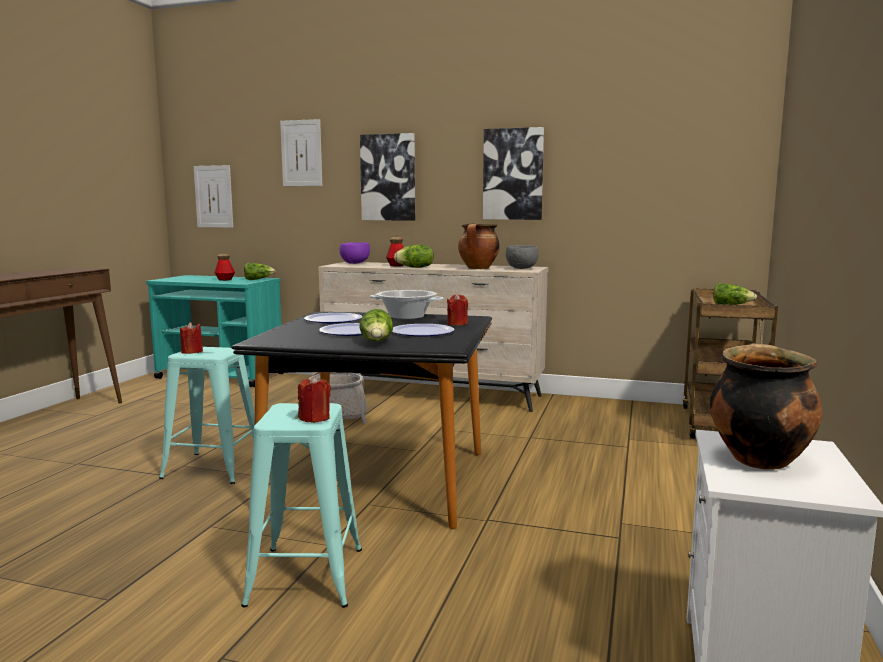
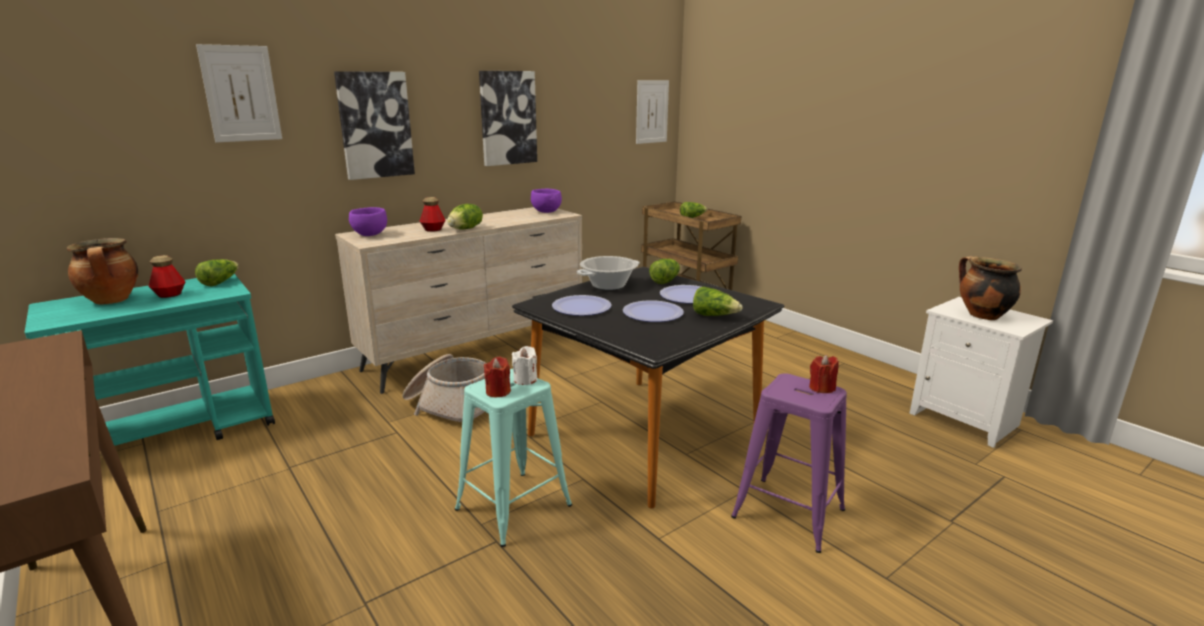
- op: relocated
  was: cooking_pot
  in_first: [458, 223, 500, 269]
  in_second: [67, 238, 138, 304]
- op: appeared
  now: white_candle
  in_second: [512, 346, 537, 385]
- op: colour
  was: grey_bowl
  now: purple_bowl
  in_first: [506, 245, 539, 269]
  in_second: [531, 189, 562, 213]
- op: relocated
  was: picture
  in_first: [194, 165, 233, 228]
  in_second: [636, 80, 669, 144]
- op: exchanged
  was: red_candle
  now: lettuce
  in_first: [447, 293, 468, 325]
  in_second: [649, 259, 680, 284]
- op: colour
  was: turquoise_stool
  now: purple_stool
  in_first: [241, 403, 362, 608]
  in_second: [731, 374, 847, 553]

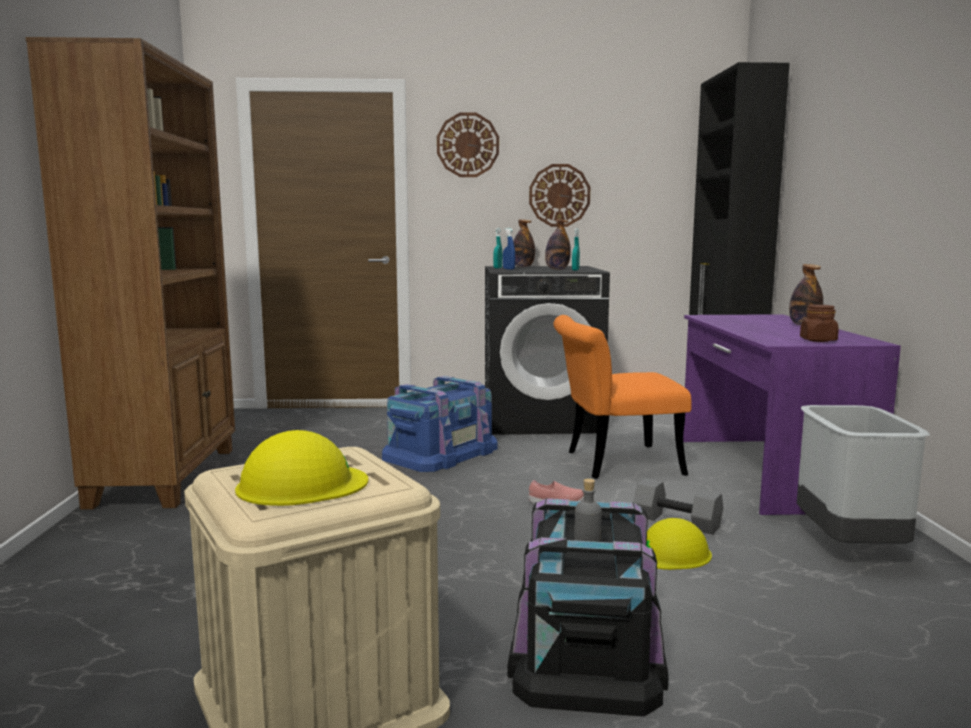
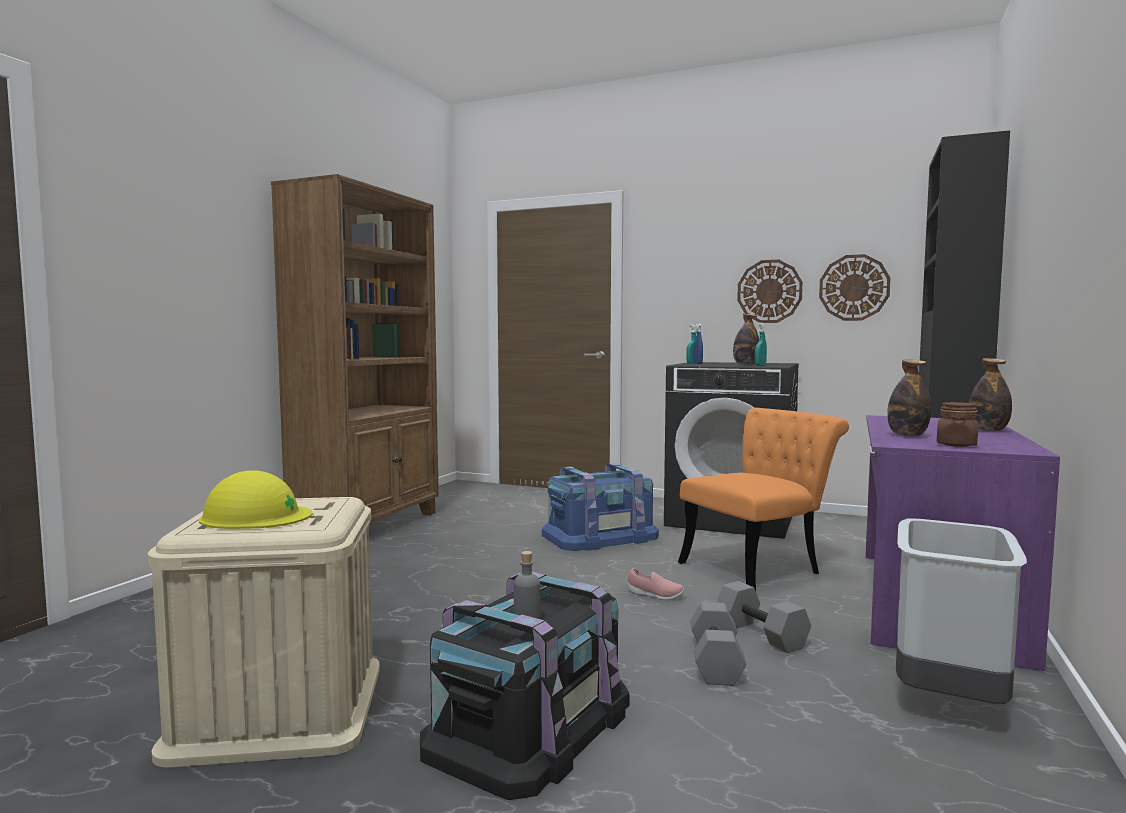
- op: spun
  was: orange_chair
  in_first: [554, 315, 691, 479]
  in_second: [678, 408, 849, 591]
  clockwise: 135
- op: exchanged
  was: yellow_hard_hat
  now: grey_dumbbell
  in_first: [647, 518, 712, 570]
  in_second: [691, 602, 746, 686]
- op: relocated
  was: wall_clock
  in_first: [437, 113, 499, 177]
  in_second: [819, 254, 891, 321]
- op: relocated
  was: bottle
  in_first: [513, 219, 535, 267]
  in_second: [887, 359, 931, 437]

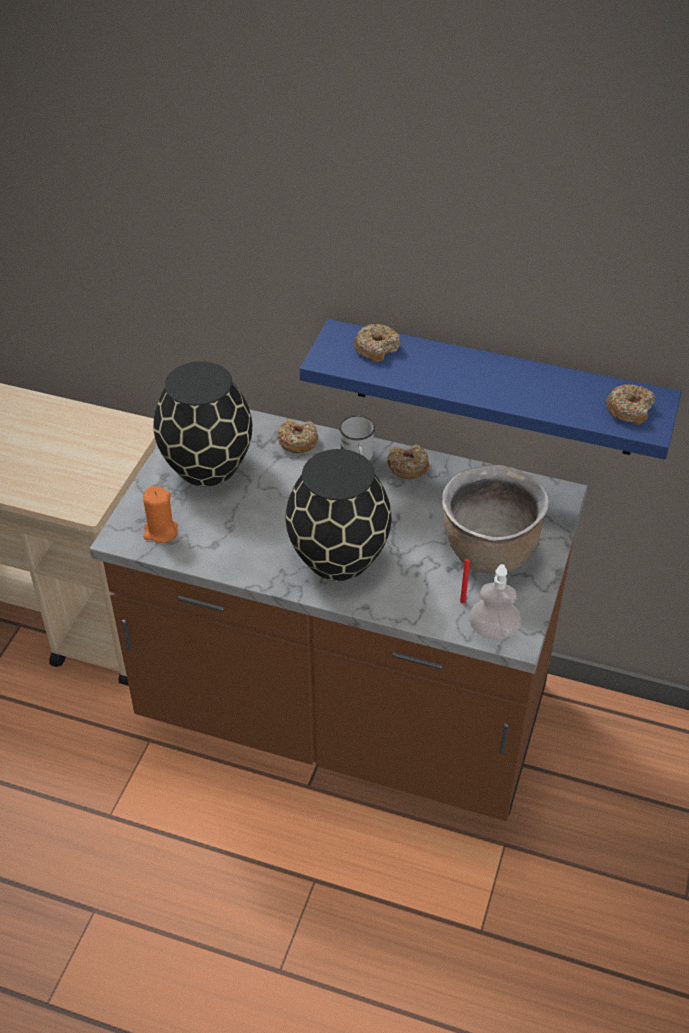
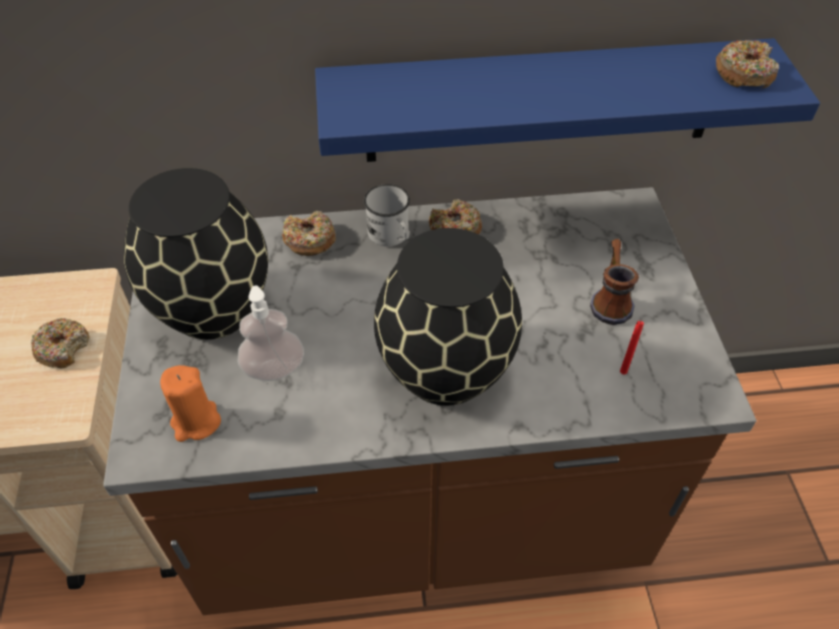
- op: relocated
  was: donut
  in_first: [354, 324, 400, 362]
  in_second: [31, 318, 90, 369]
- op: relocated
  was: soap_dispenser
  in_first: [469, 564, 521, 640]
  in_second: [237, 285, 304, 381]
- op: exchanged
  was: brown_cooking_pot
  now: mug
  in_first: [442, 465, 549, 574]
  in_second: [590, 239, 639, 325]

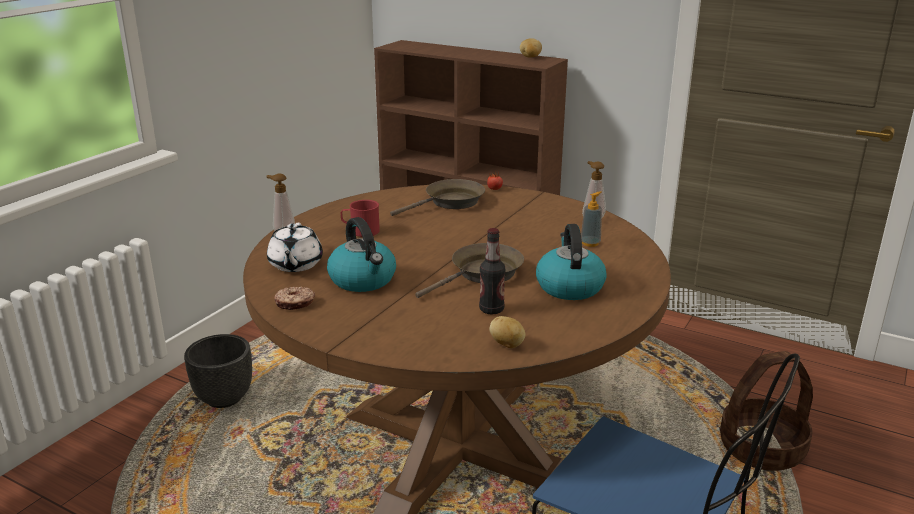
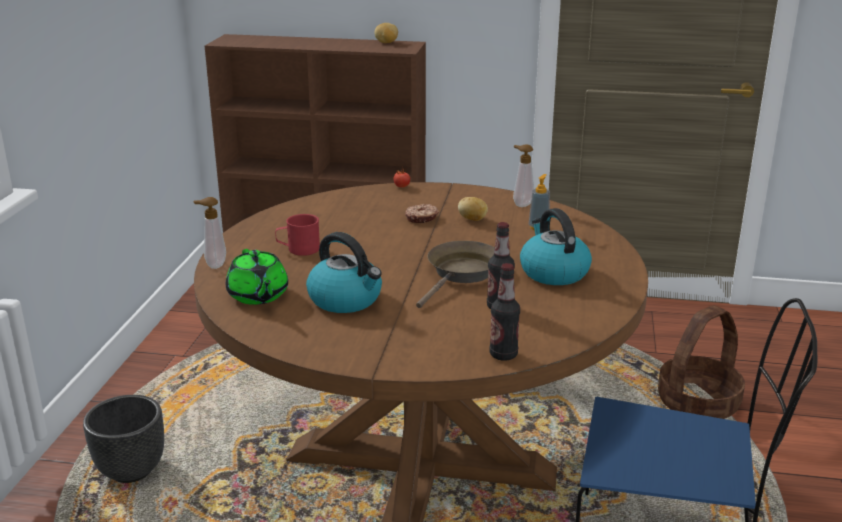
- op: colour
  was: white_teapot
  now: green_teapot
  in_first: [267, 223, 323, 272]
  in_second: [226, 249, 288, 305]
- op: relocated
  was: donut
  in_first: [275, 286, 315, 310]
  in_second: [405, 204, 439, 223]
- op: relocated
  was: potato
  in_first: [489, 316, 525, 348]
  in_second: [458, 197, 488, 221]
- op: appeared
  now: bottle
  in_second: [489, 263, 520, 361]
- op: missing
  was: brown_frying_pan
  in_first: [390, 179, 485, 216]

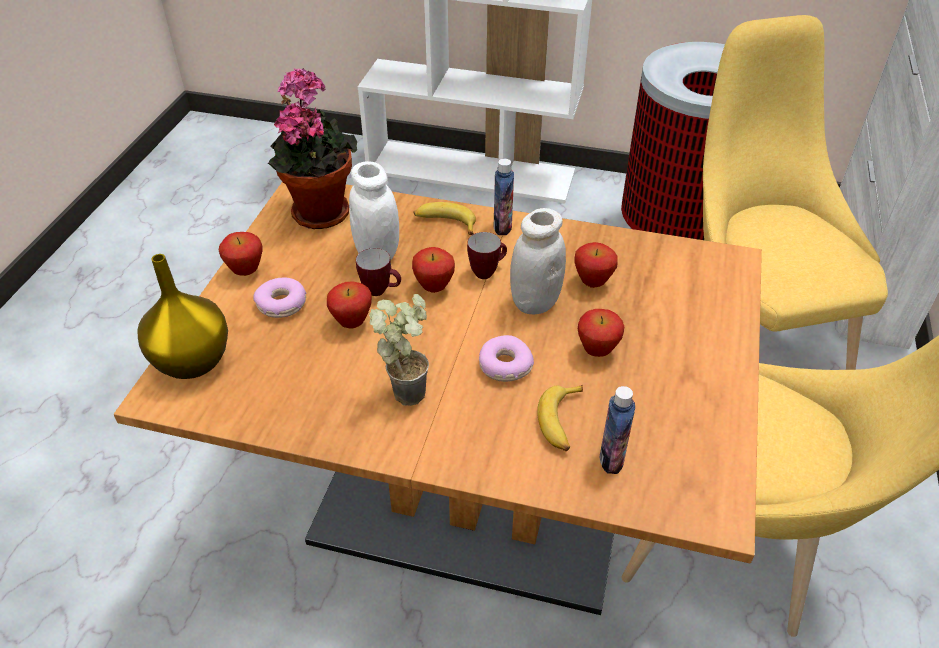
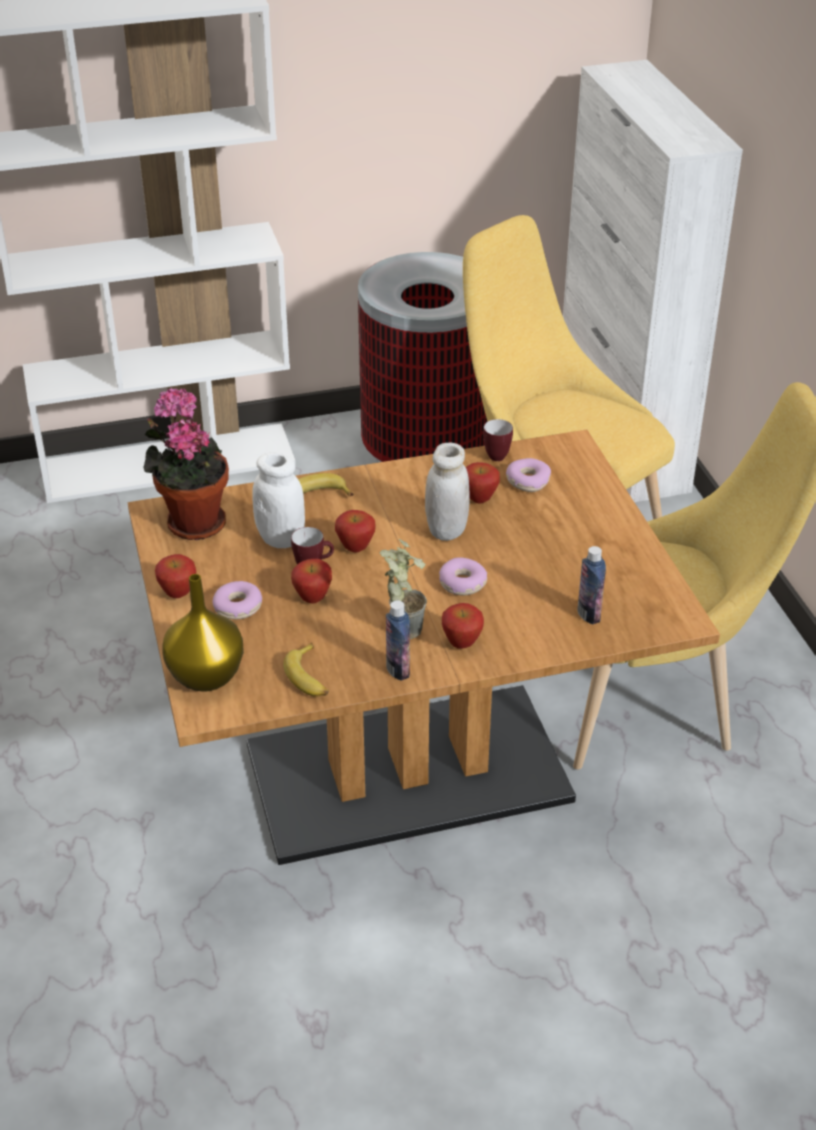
- op: relocated
  was: banana
  in_first: [537, 385, 583, 451]
  in_second: [283, 643, 329, 697]
- op: relocated
  was: bottle
  in_first: [493, 159, 514, 235]
  in_second: [386, 600, 410, 681]
- op: relocated
  was: apple
  in_first: [578, 309, 624, 357]
  in_second: [442, 603, 484, 649]
- op: relocated
  was: mug
  in_first: [467, 232, 507, 279]
  in_second: [483, 419, 513, 461]
- op: appeared
  now: donut
  in_second: [506, 458, 551, 492]

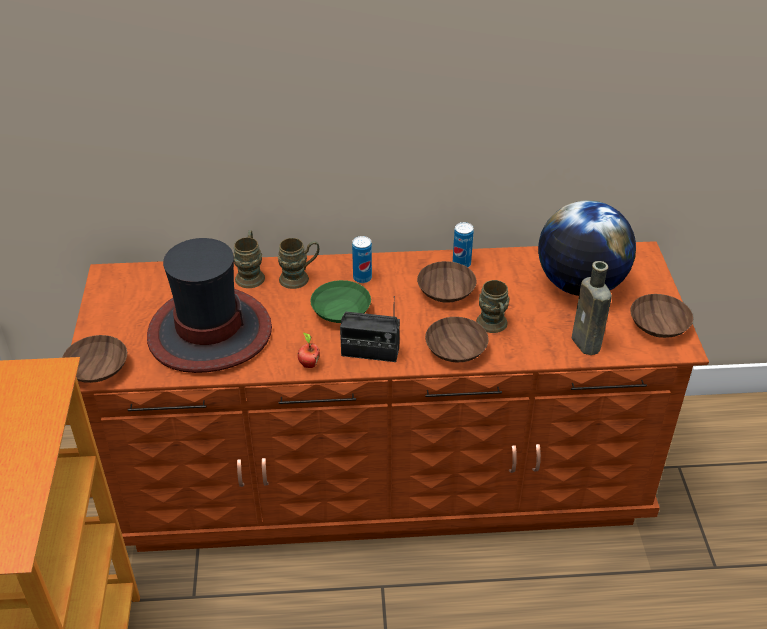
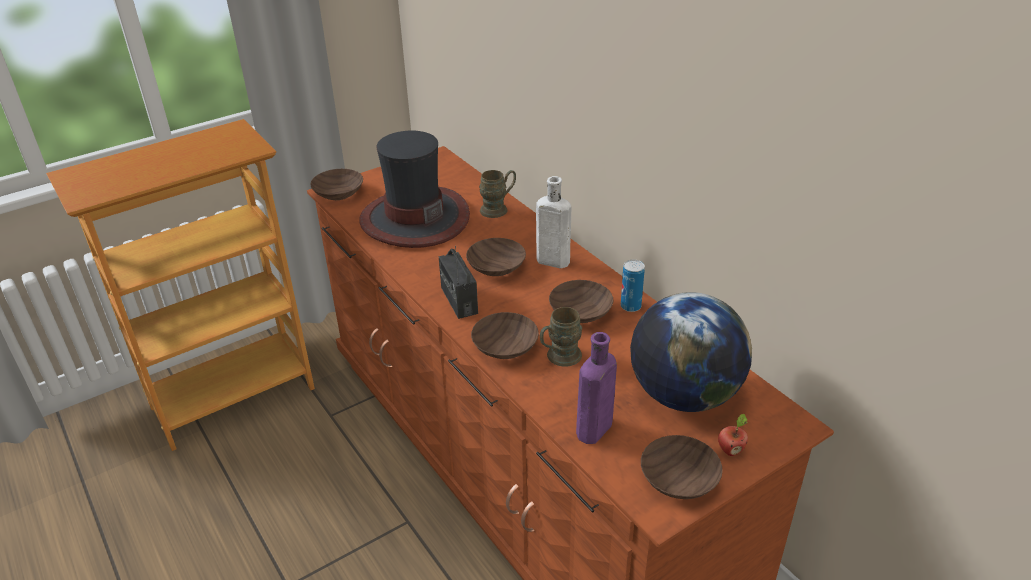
- op: colour
  was: green_bowl
  now: brown_bowl
  in_first: [310, 280, 371, 323]
  in_second: [466, 238, 526, 276]
- op: exchanged
  was: can
  now: white_bottle
  in_first: [352, 236, 372, 283]
  in_second: [536, 176, 571, 268]
- op: colour
  was: brown_bottle
  now: purple_bottle
  in_first: [572, 261, 612, 355]
  in_second: [576, 332, 617, 444]
- op: relocated
  was: apple
  in_first: [298, 332, 320, 368]
  in_second: [718, 414, 748, 456]
- op: missing
  was: brown_mug
  in_first: [277, 238, 319, 289]

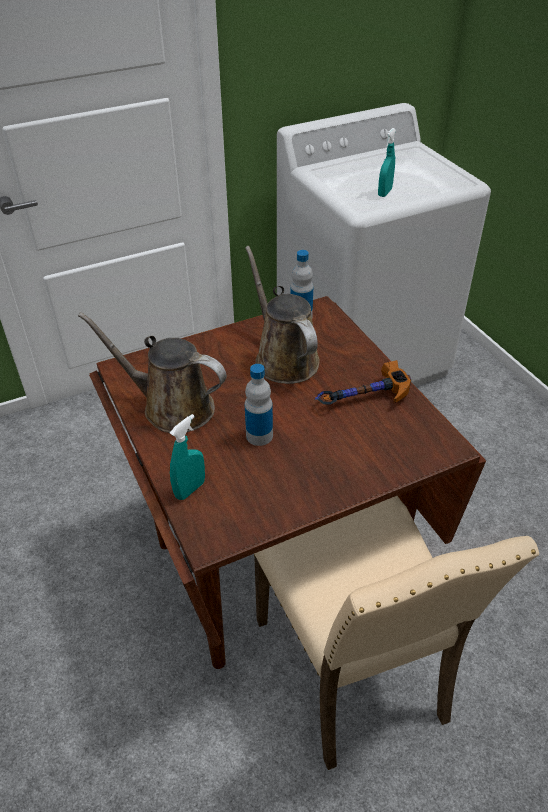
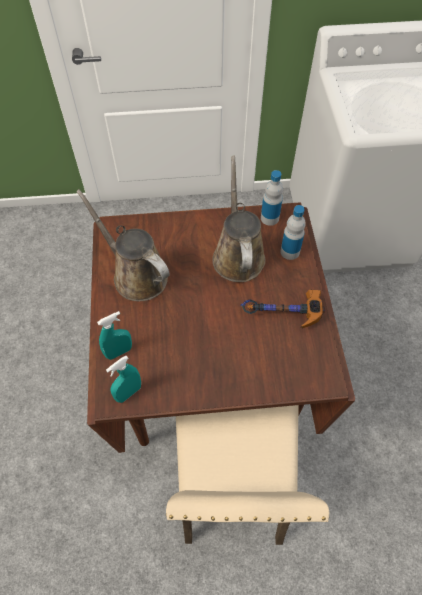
- op: relocated
  was: turquoise_spray_bottle
  in_first: [378, 128, 396, 197]
  in_second: [106, 356, 141, 403]
- op: relocated
  was: bottle
  in_first: [245, 364, 273, 446]
  in_second: [280, 205, 306, 260]

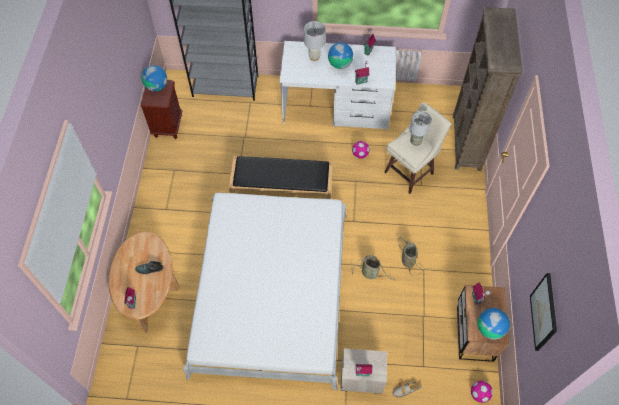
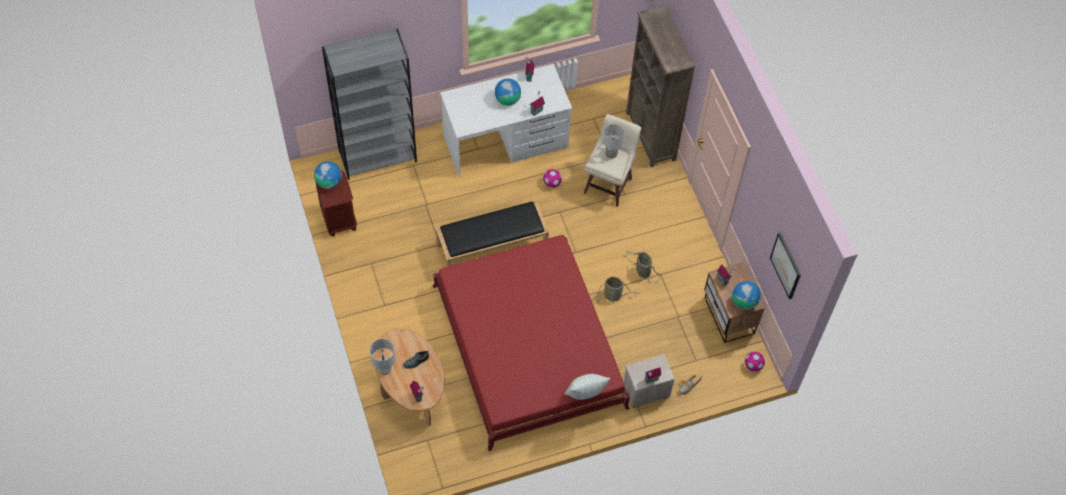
- op: relocated
  was: white_table_lamp
  in_first: [304, 21, 326, 61]
  in_second: [370, 339, 395, 375]
- op: colour
  was: white_bed
  now: red_bed
  in_first: [183, 193, 346, 391]
  in_second: [433, 235, 630, 451]
- op: appeared
  now: pillow
  in_second: [564, 374, 610, 400]

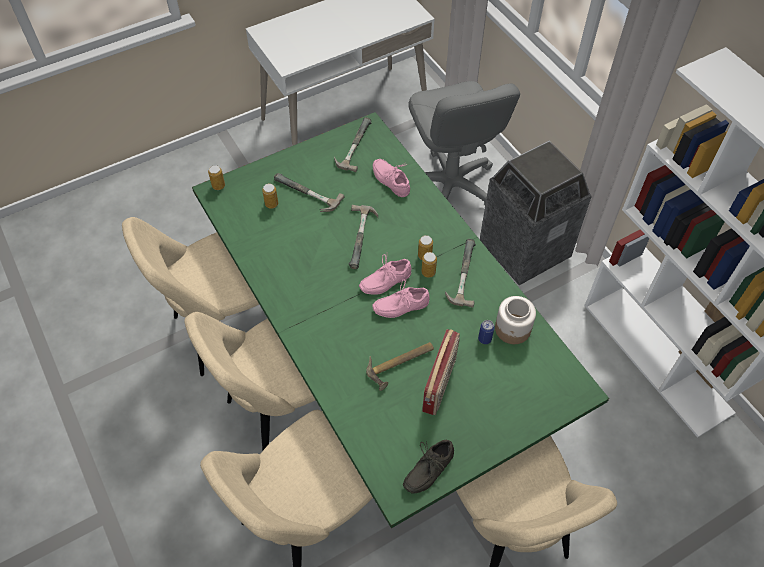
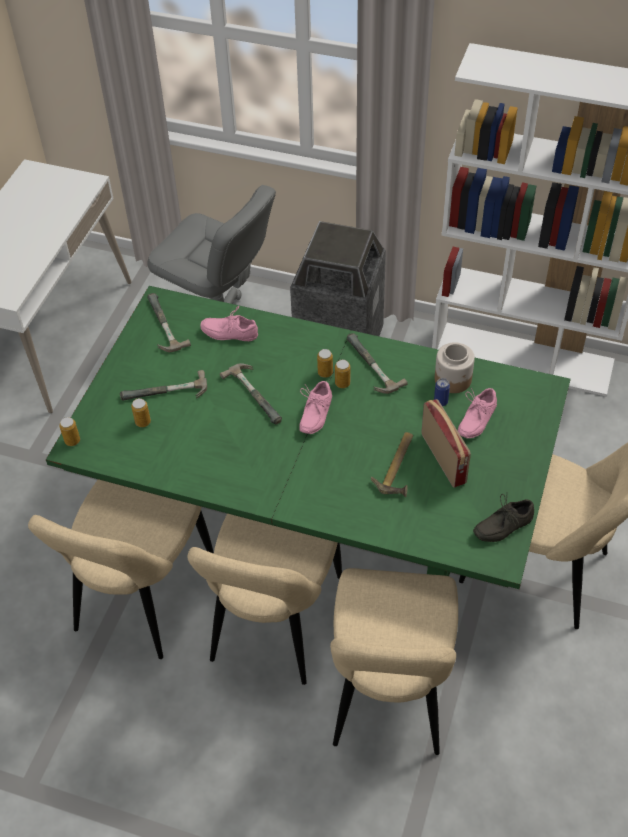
- op: relocated
  was: pink_shoe
  in_first: [372, 278, 430, 318]
  in_second: [458, 388, 497, 439]
- op: spun
  was: grey_shoe
  in_first: [403, 440, 454, 494]
  in_second: [473, 494, 534, 542]
  clockwise: 60

